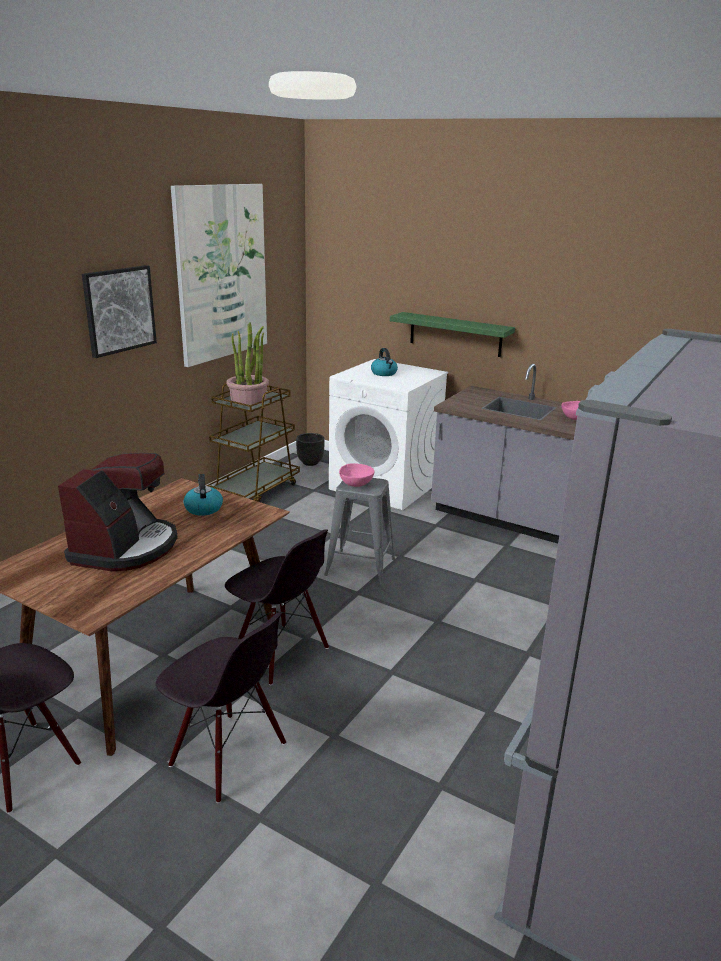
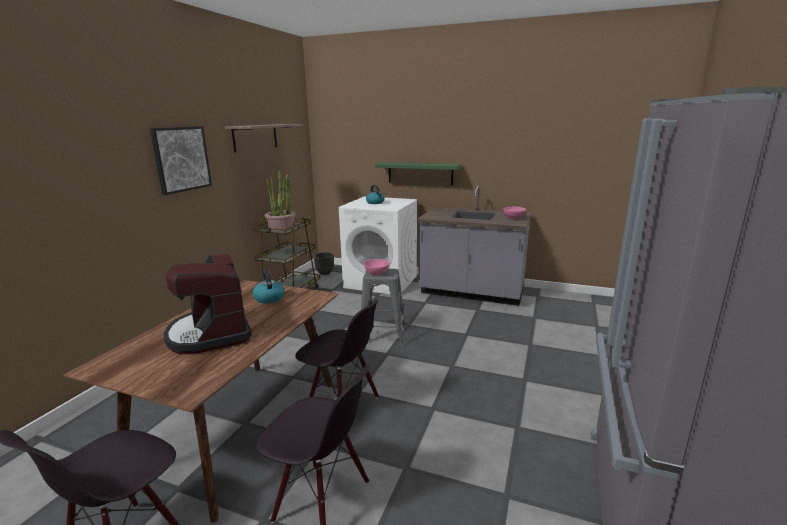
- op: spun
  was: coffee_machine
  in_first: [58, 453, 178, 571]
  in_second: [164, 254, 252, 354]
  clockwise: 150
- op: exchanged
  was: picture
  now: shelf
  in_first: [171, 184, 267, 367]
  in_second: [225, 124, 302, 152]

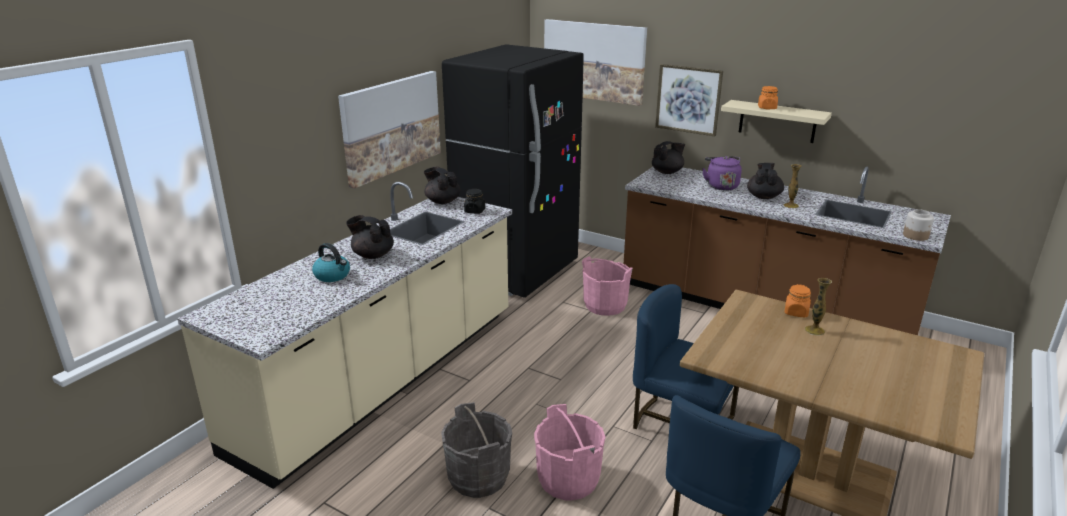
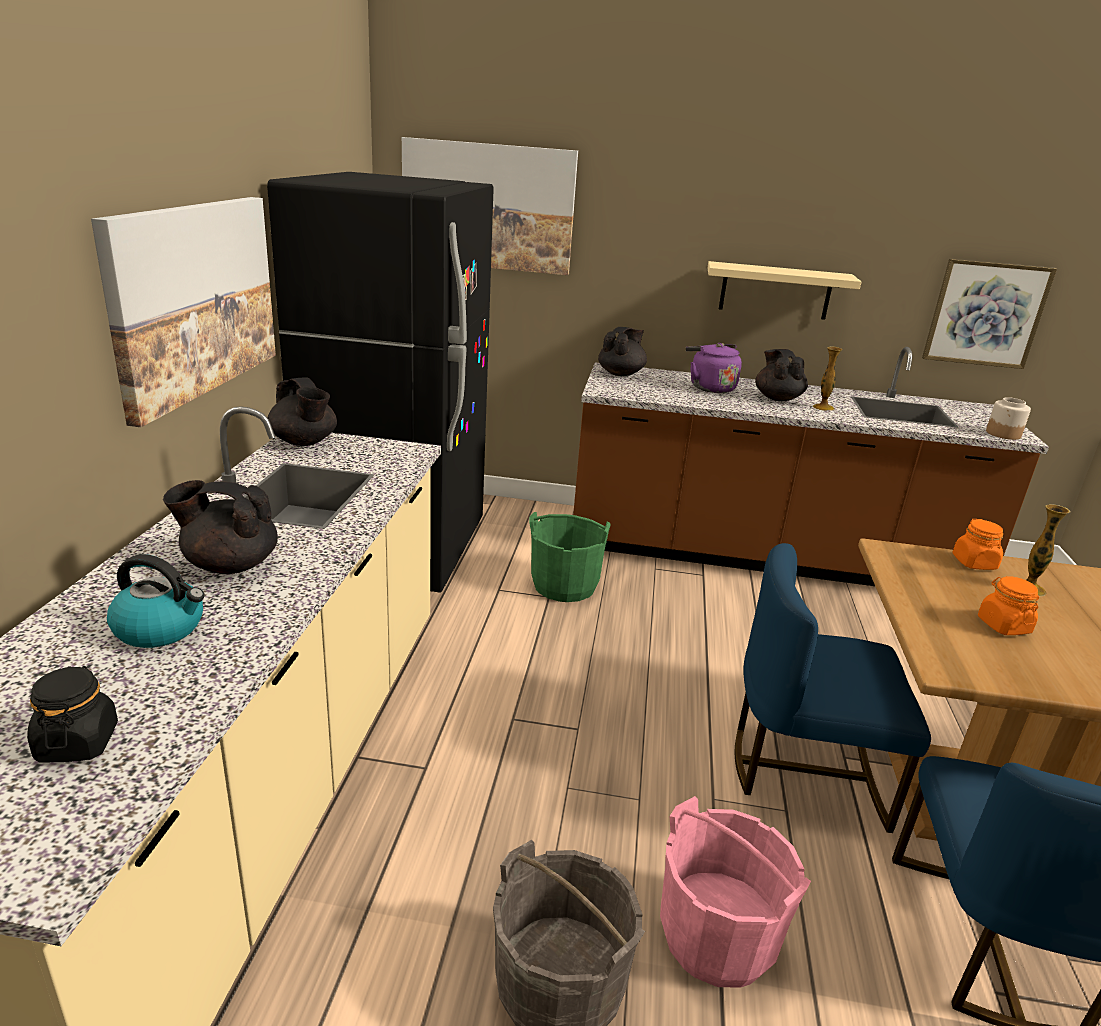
- op: relocated
  was: black_jar
  in_first: [464, 189, 485, 214]
  in_second: [27, 666, 118, 763]
- op: spun
  was: black_teapot
  in_first: [424, 167, 461, 204]
  in_second: [267, 378, 337, 446]
  clockwise: -150
- op: colour
  was: pink_bucket
  now: green_bucket
  in_first: [582, 256, 633, 316]
  in_second: [529, 512, 611, 602]
- op: relocated
  was: picture
  in_first: [655, 64, 723, 136]
  in_second: [922, 259, 1057, 369]
- op: relocated
  was: orange_jar
  in_first: [758, 86, 778, 109]
  in_second: [978, 576, 1039, 635]

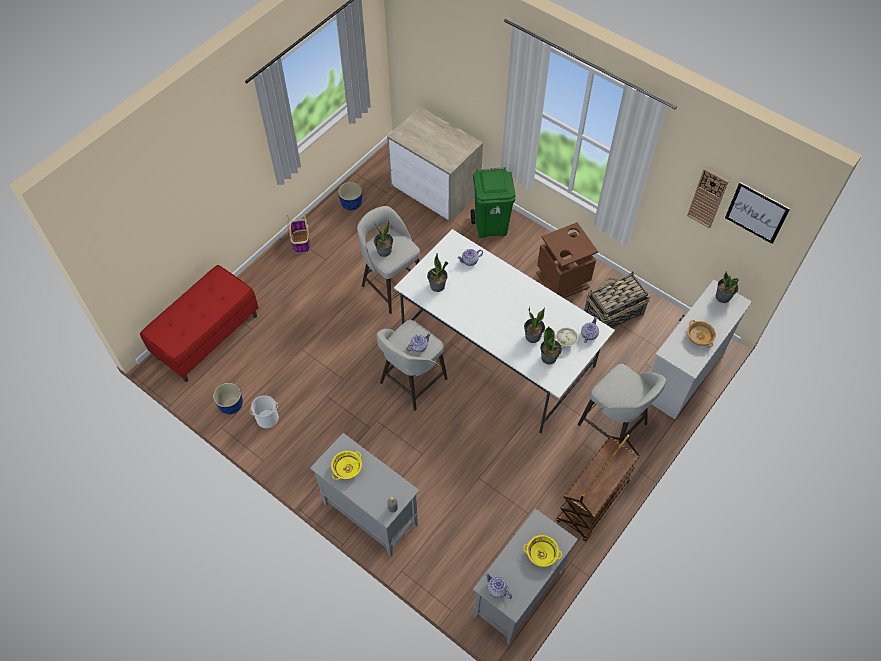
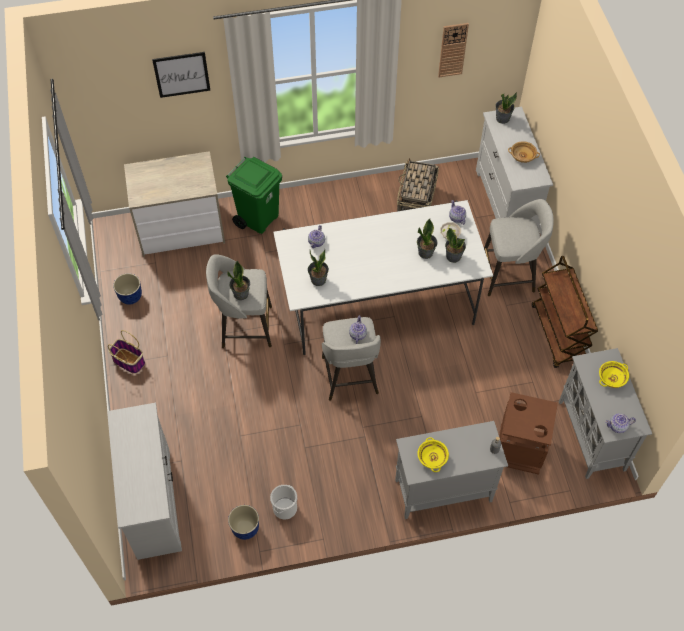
- op: exchanged
  was: red_bench
  now: white_dresser
  in_first: [140, 265, 259, 382]
  in_second: [107, 403, 182, 560]
- op: relocated
  was: picture
  in_first: [725, 182, 790, 244]
  in_second: [152, 52, 211, 98]
- op: relocated
  was: brown_trash_can
  in_first: [536, 222, 598, 298]
  in_second: [499, 392, 558, 475]

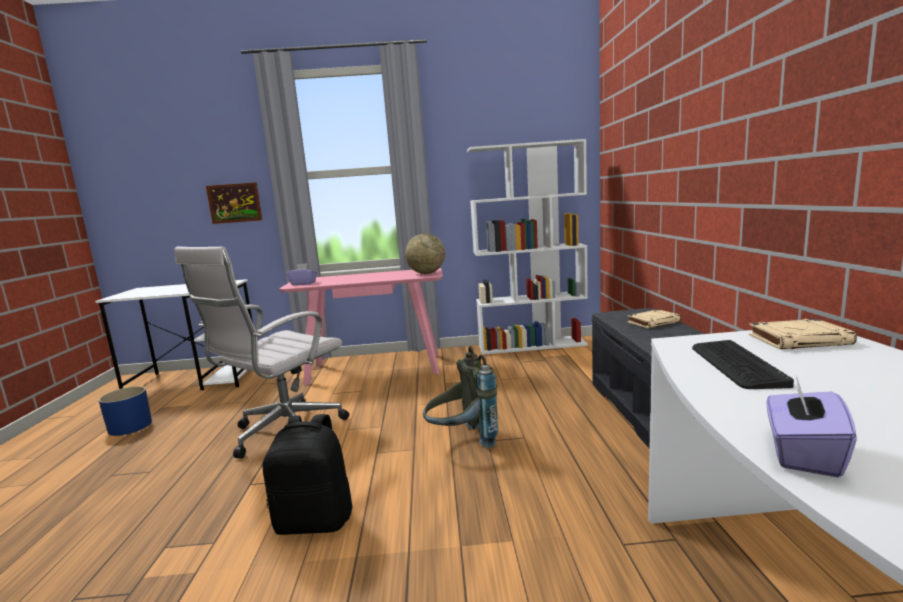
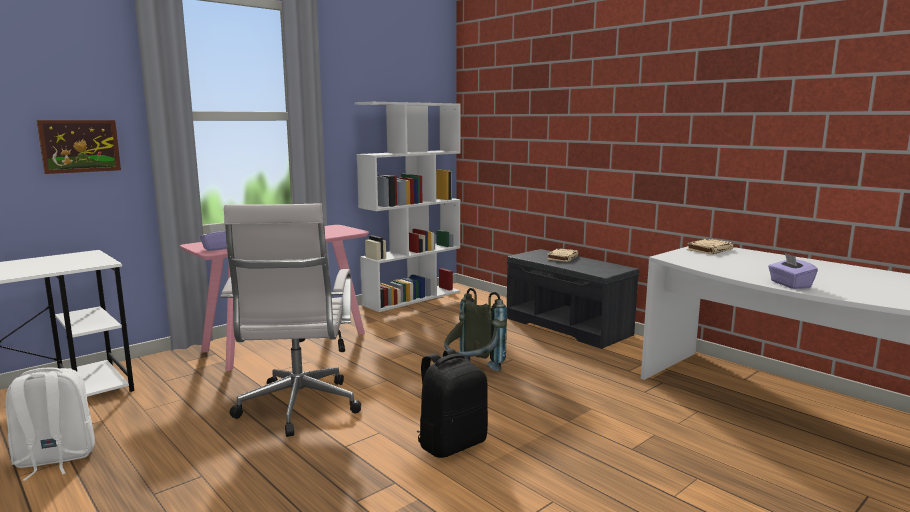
- op: exchanged
  was: blue_planter
  now: white_backpack
  in_first: [99, 386, 152, 436]
  in_second: [5, 367, 95, 481]
- op: missing
  was: globe
  in_first: [405, 234, 445, 274]
- op: missing
  was: keyboard
  in_first: [692, 340, 794, 389]

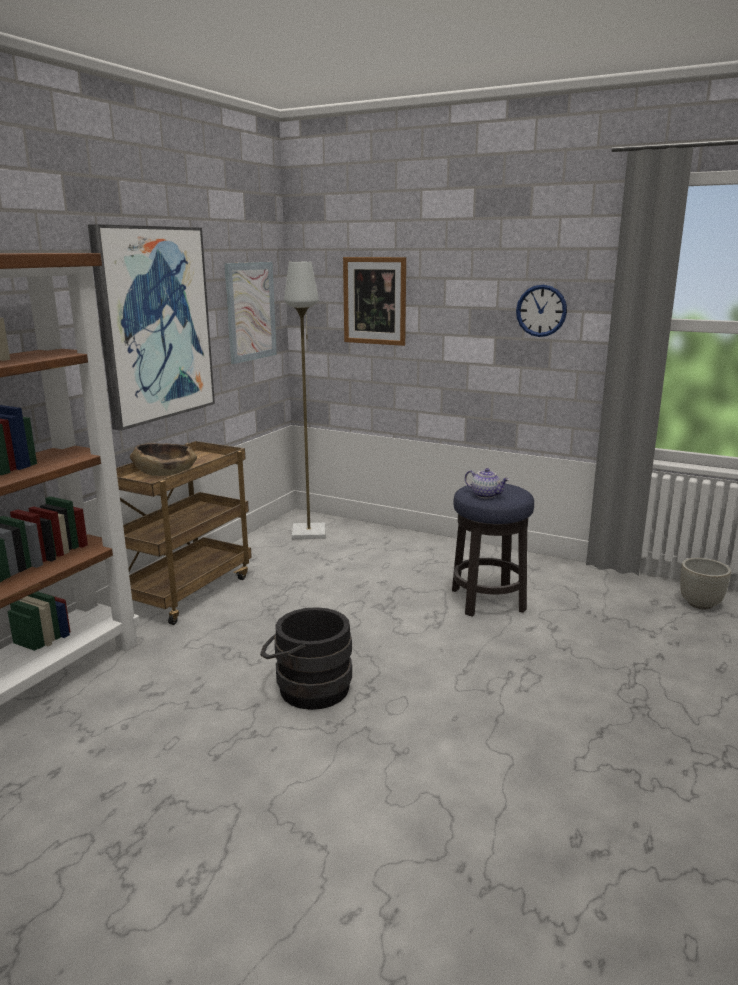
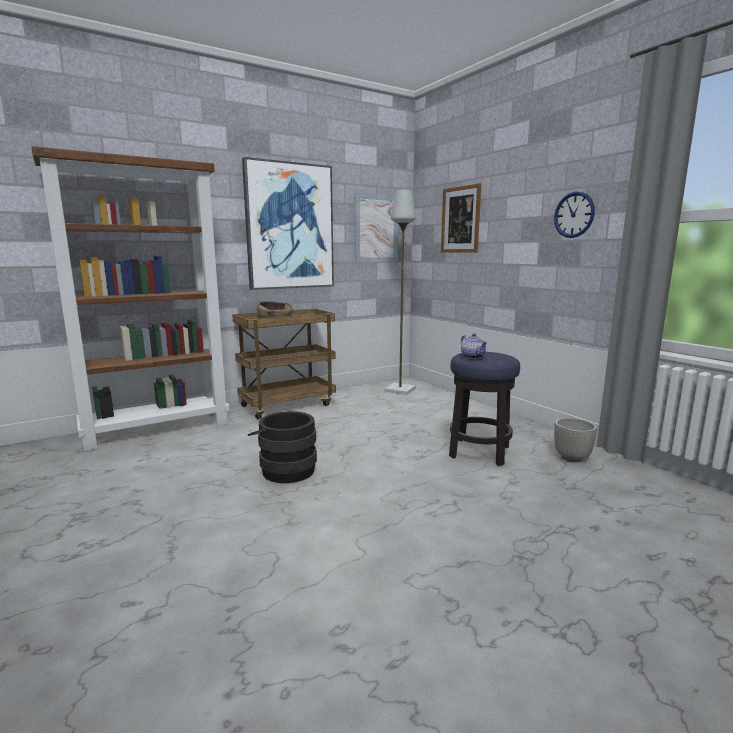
- op: relocated
  was: grey_planter
  in_first: [680, 558, 731, 610]
  in_second: [554, 418, 597, 462]

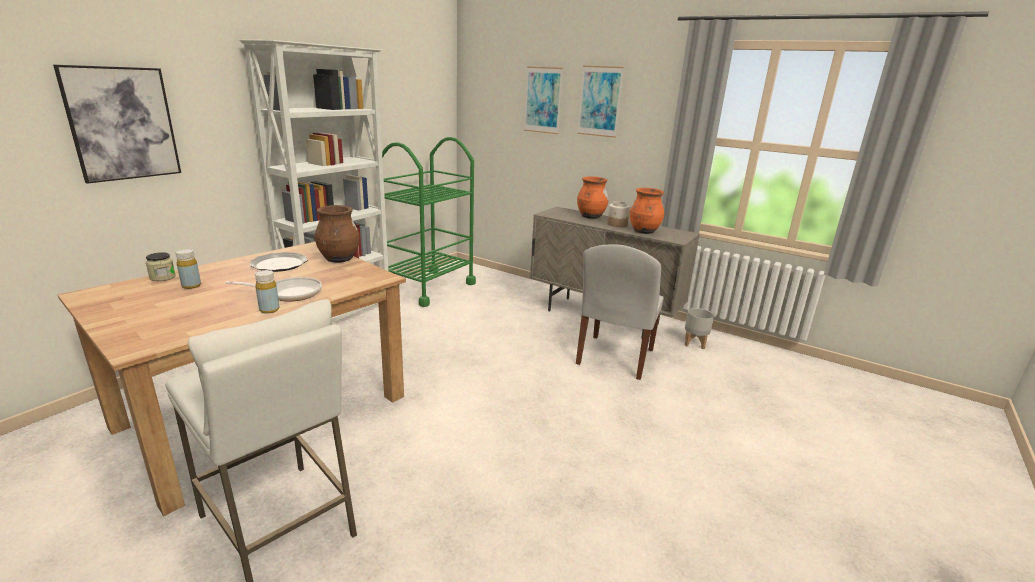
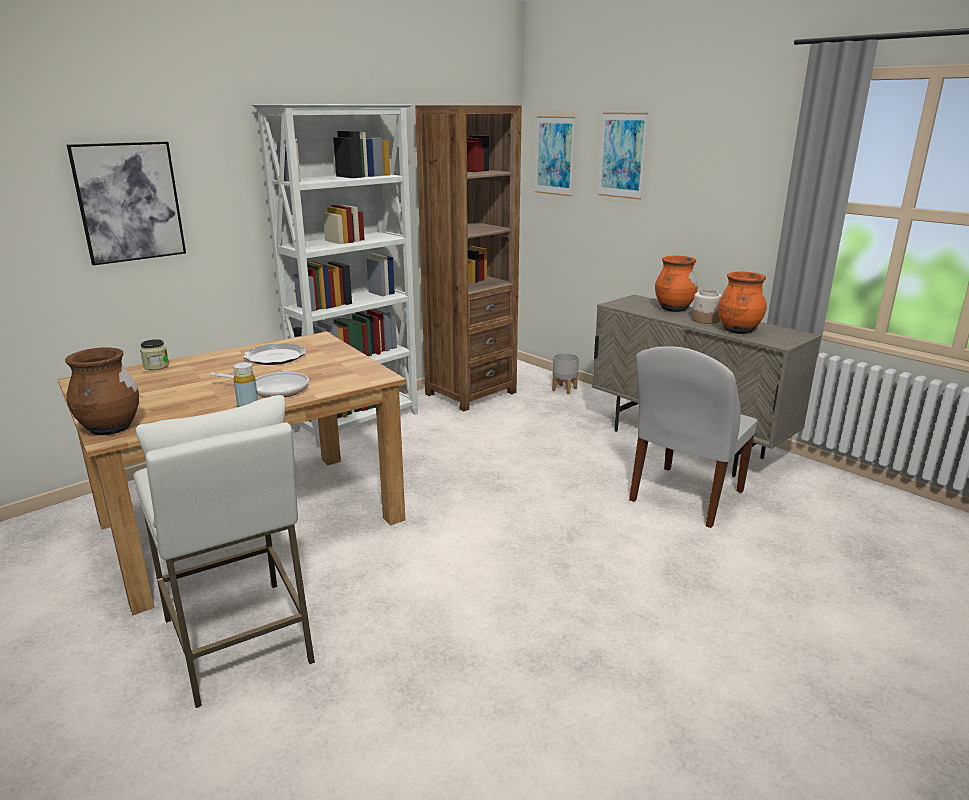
- op: relocated
  was: brown_vase
  in_first: [315, 205, 359, 263]
  in_second: [65, 347, 139, 435]
- op: exchanged
  was: green_cart
  now: brown_bookcase
  in_first: [382, 137, 476, 307]
  in_second: [415, 105, 522, 411]
- op: relocated
  was: picture
  in_first: [577, 66, 624, 138]
  in_second: [535, 116, 575, 196]
- op: relocated
  was: grey_planter
  in_first: [685, 308, 714, 349]
  in_second: [552, 353, 579, 394]
- op: missing
  was: yellow_bottle
  in_first: [176, 249, 201, 289]

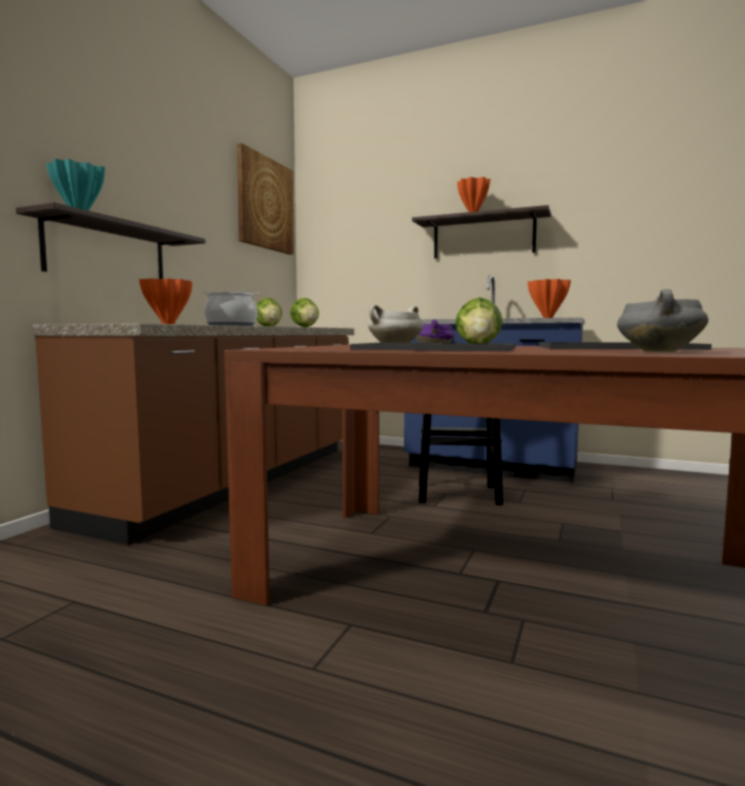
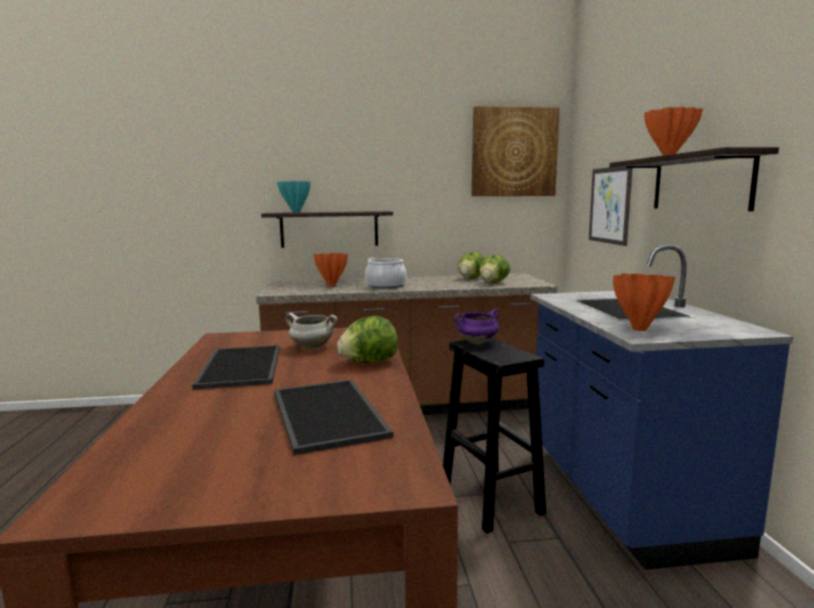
- op: appeared
  now: picture
  in_second: [589, 167, 633, 246]
- op: missing
  was: grey_cooking_pot
  in_first: [617, 289, 709, 352]

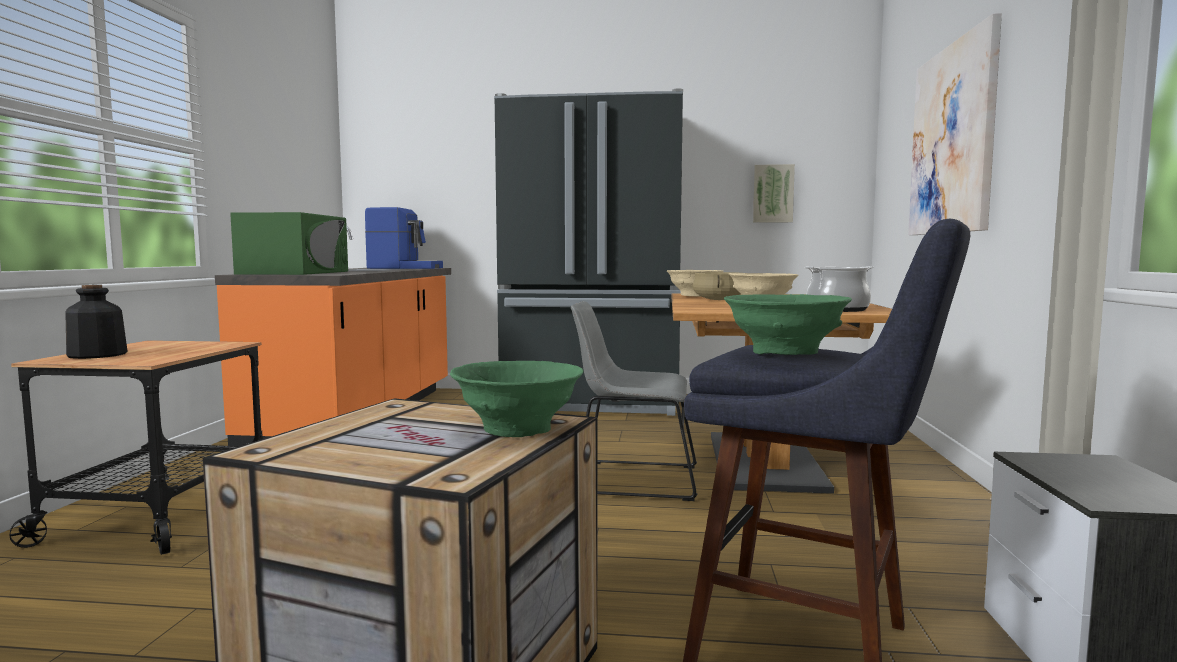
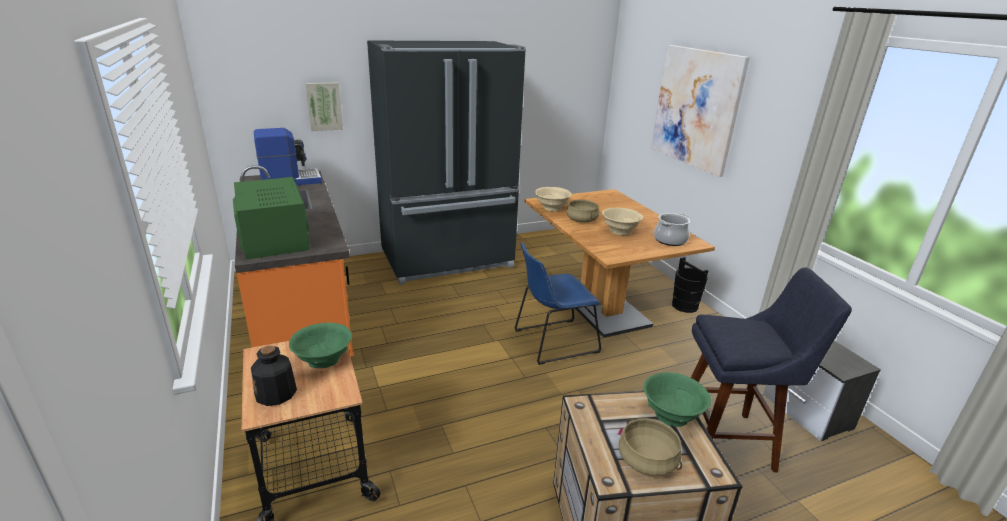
- op: relocated
  was: green_bowl
  in_first: [724, 294, 852, 355]
  in_second: [289, 323, 352, 368]
- op: relocated
  was: picture
  in_first: [753, 164, 795, 223]
  in_second: [305, 82, 343, 131]
- op: colour
  was: grey_chair
  now: blue_chair
  in_first: [571, 301, 697, 501]
  in_second: [514, 242, 602, 365]
- op: appeared
  now: beige_cooking_pot
  in_second: [619, 418, 682, 476]
- op: appeared
  now: black_bucket
  in_second: [672, 257, 709, 313]

